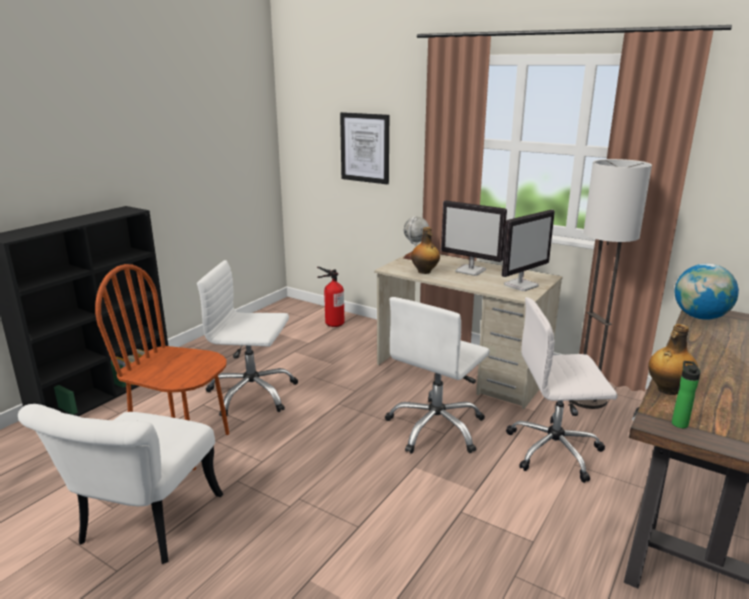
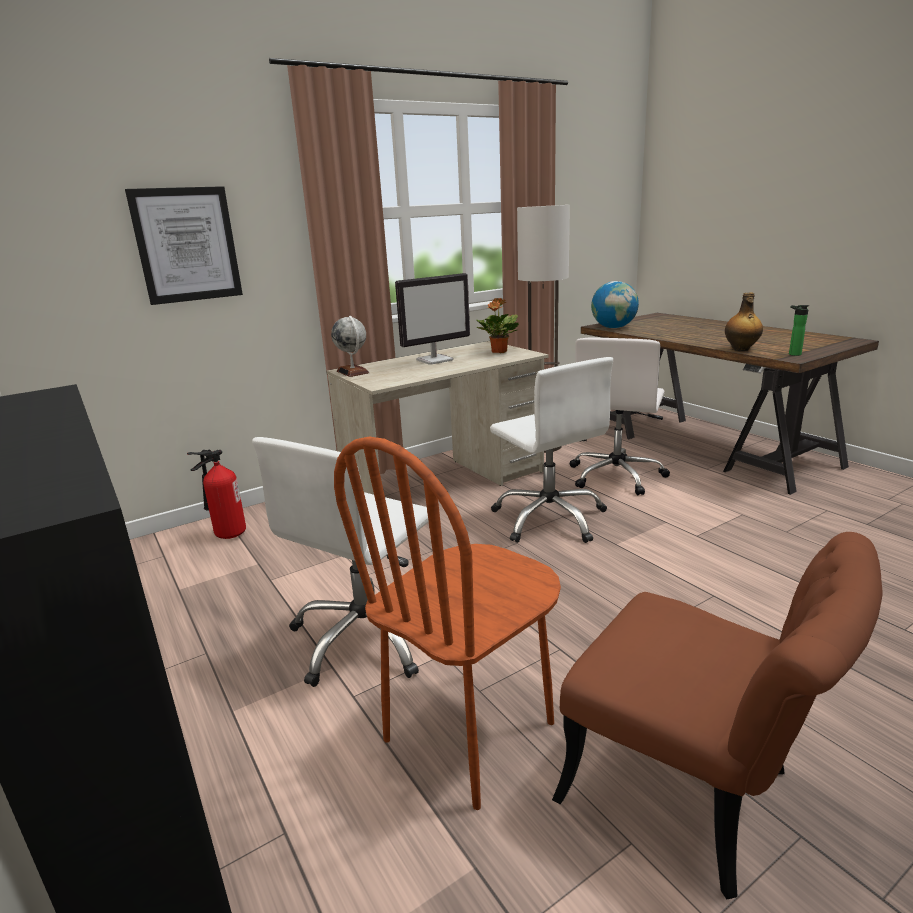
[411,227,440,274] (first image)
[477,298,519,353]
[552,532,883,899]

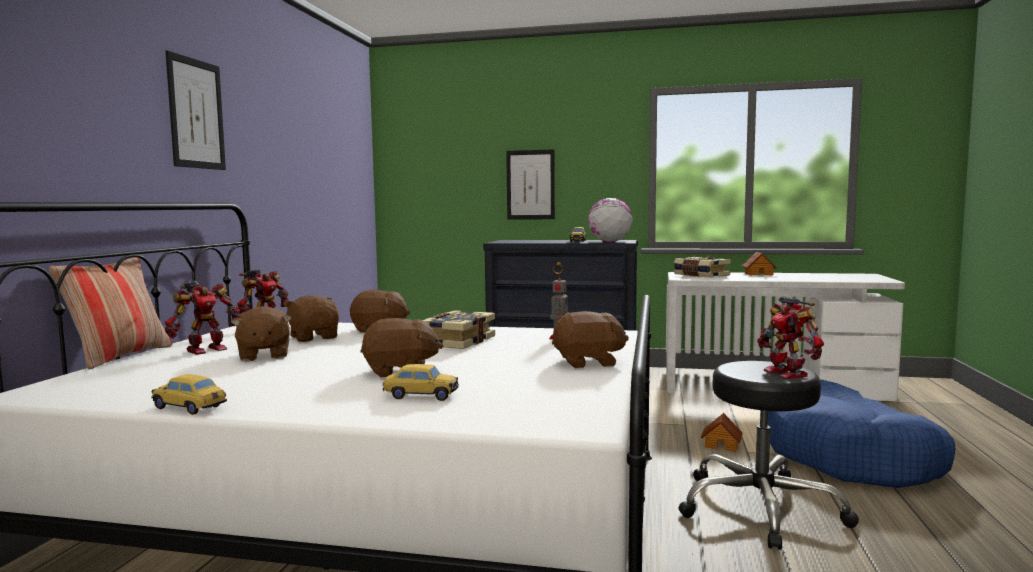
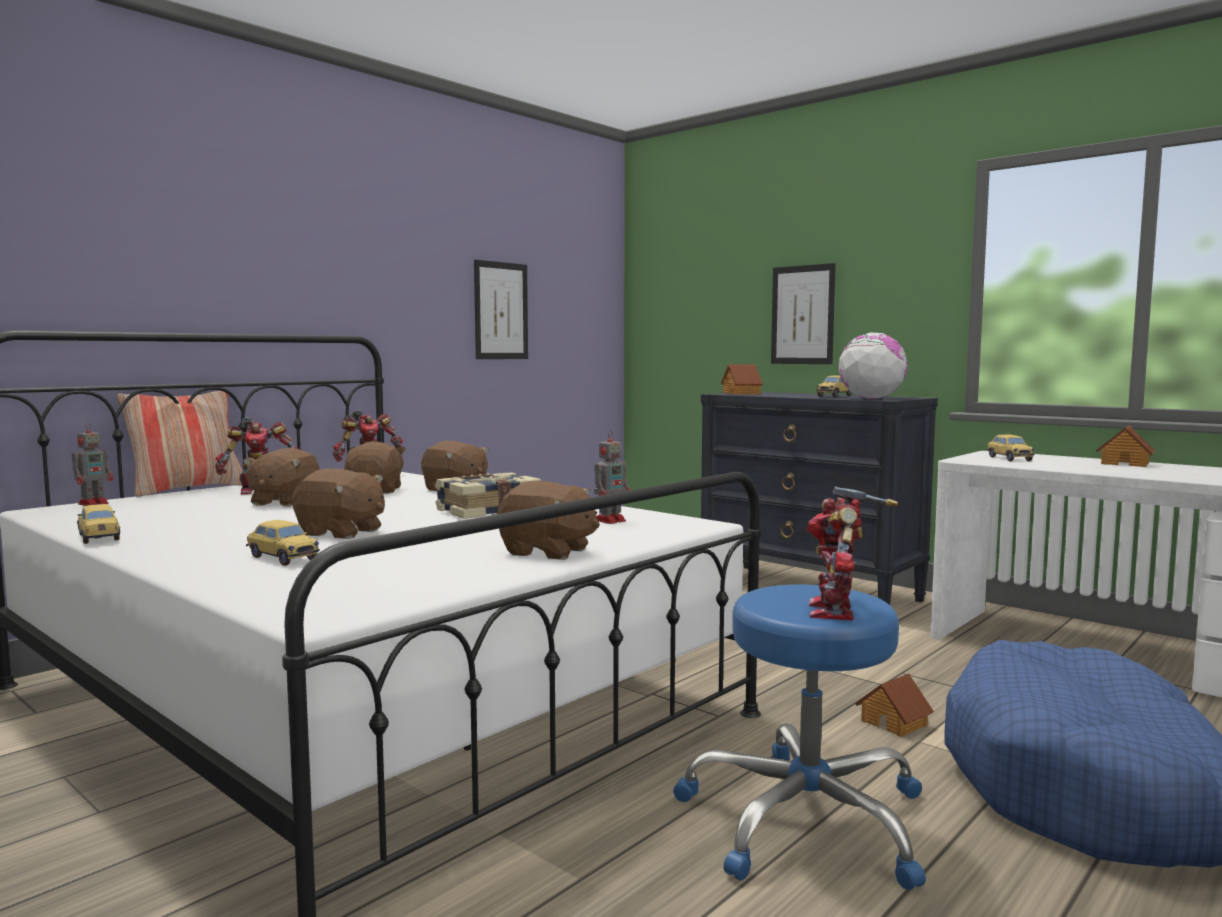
[72,423,113,506]
[721,364,763,395]
[474,260,528,359]
[986,435,1034,461]
[673,584,926,890]

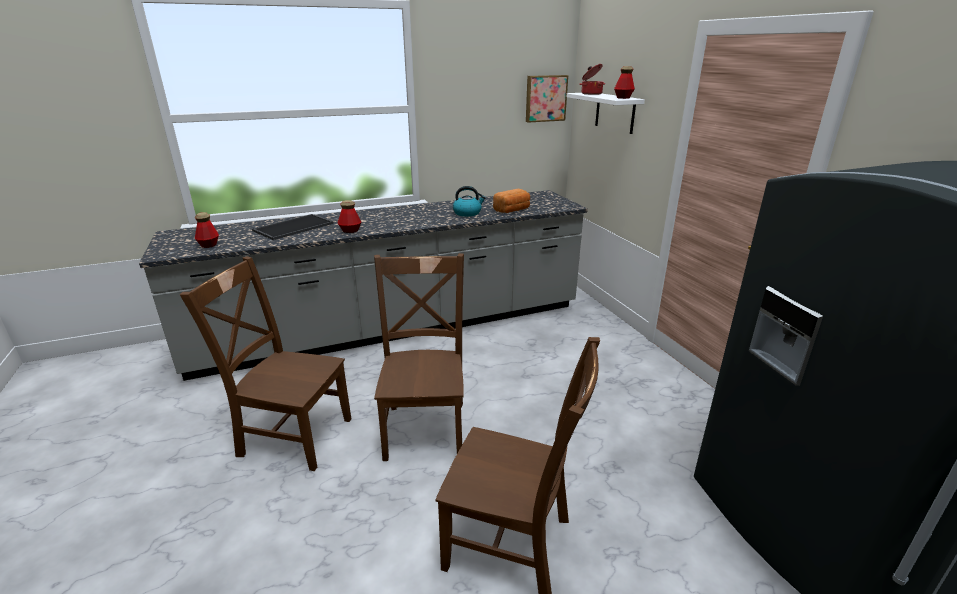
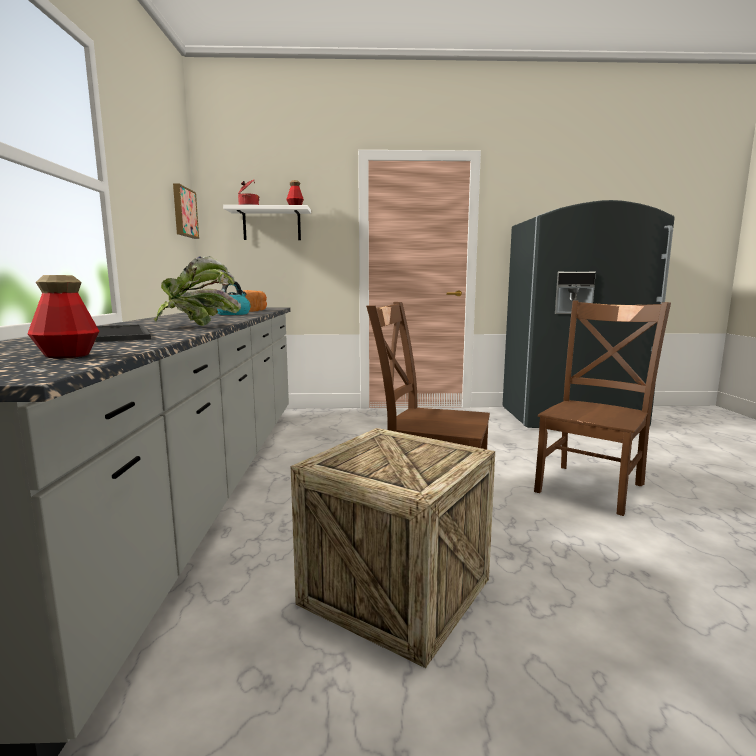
[291,428,495,668]
[154,256,241,326]

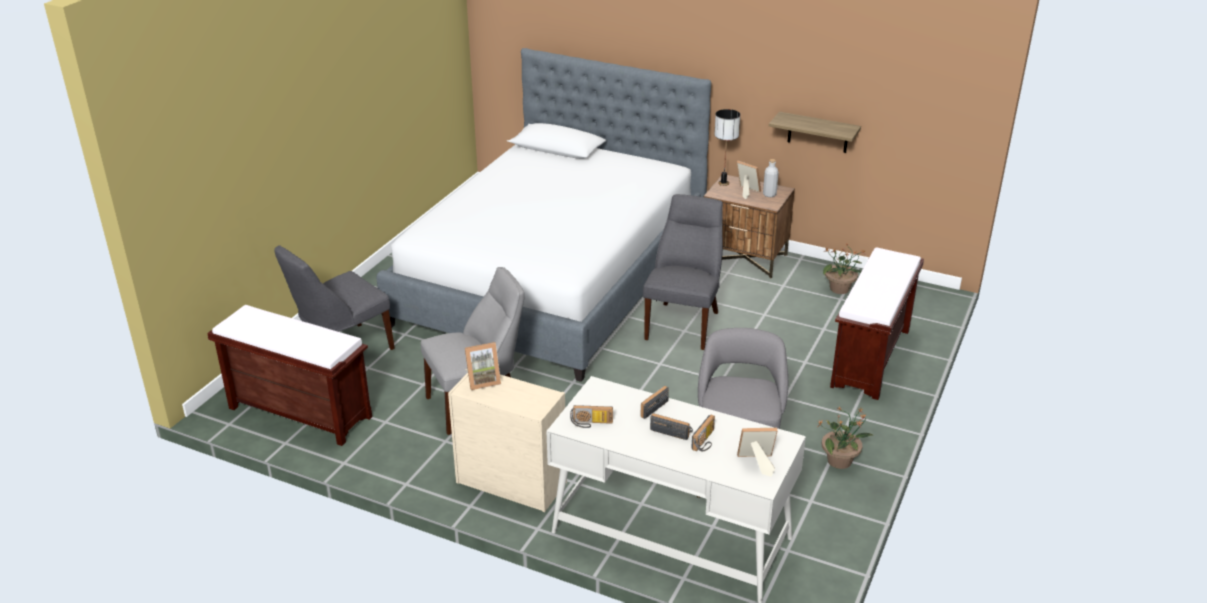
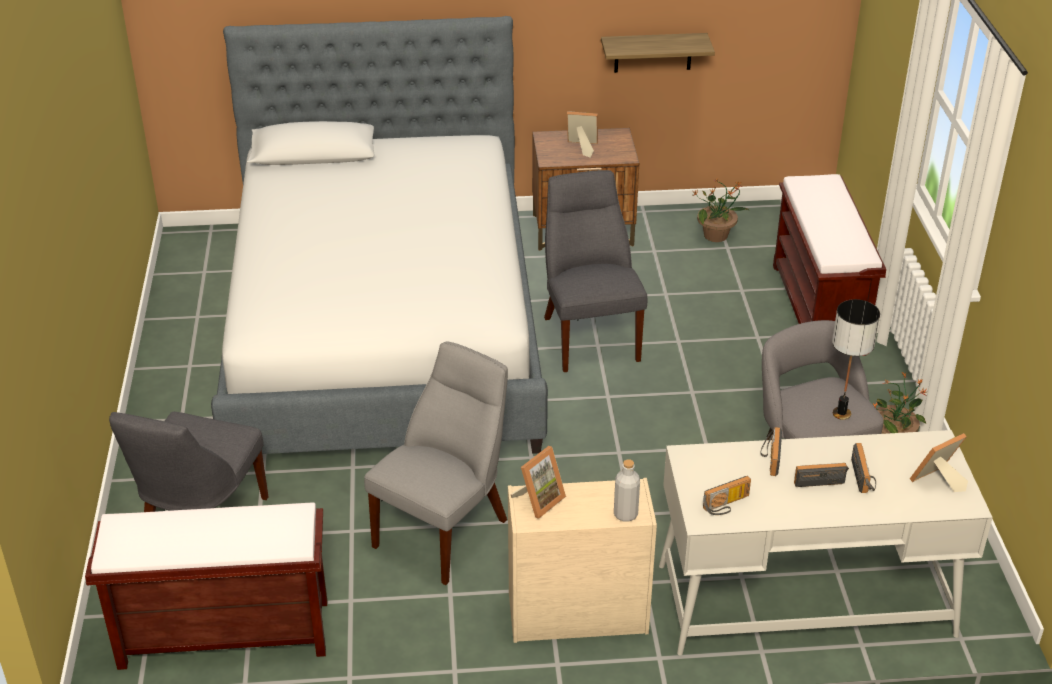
[832,299,880,420]
[614,459,640,522]

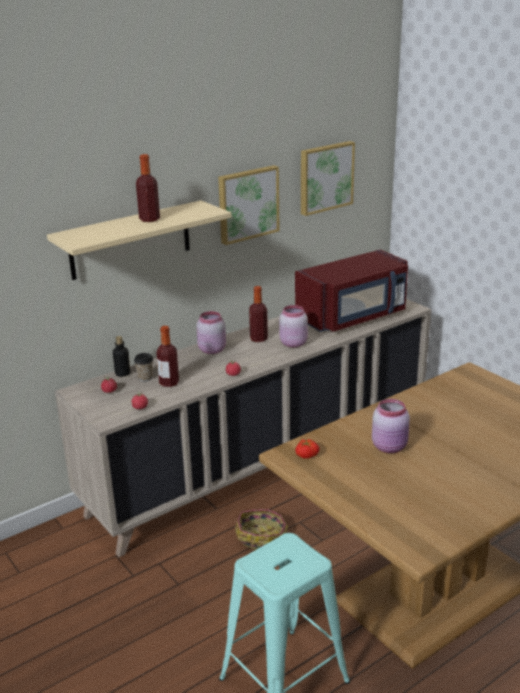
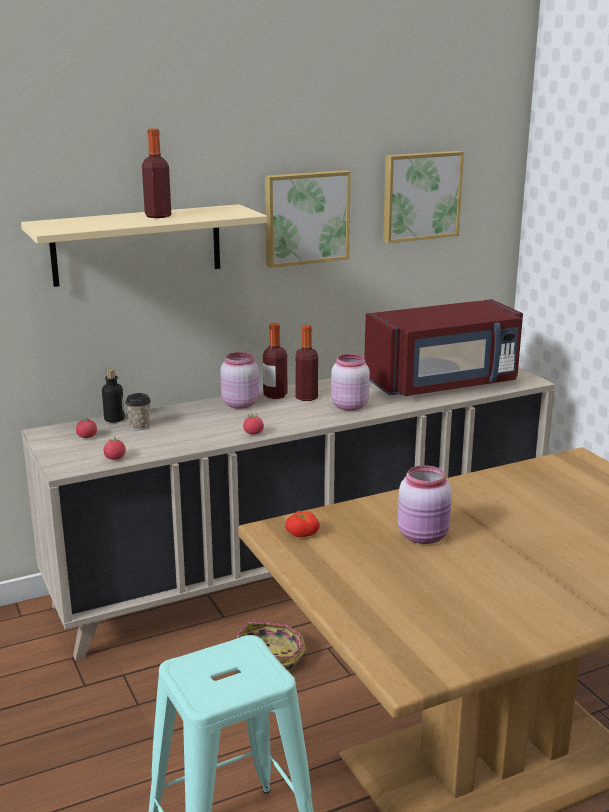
[263,323,287,399]

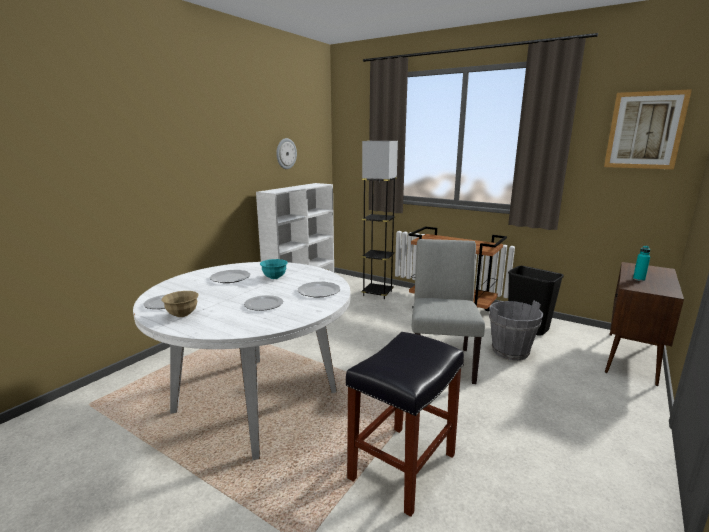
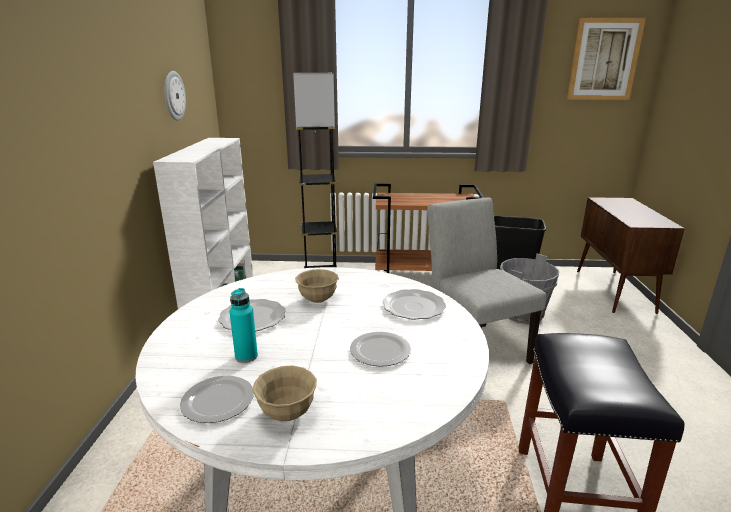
[230,288,258,363]
[295,269,339,303]

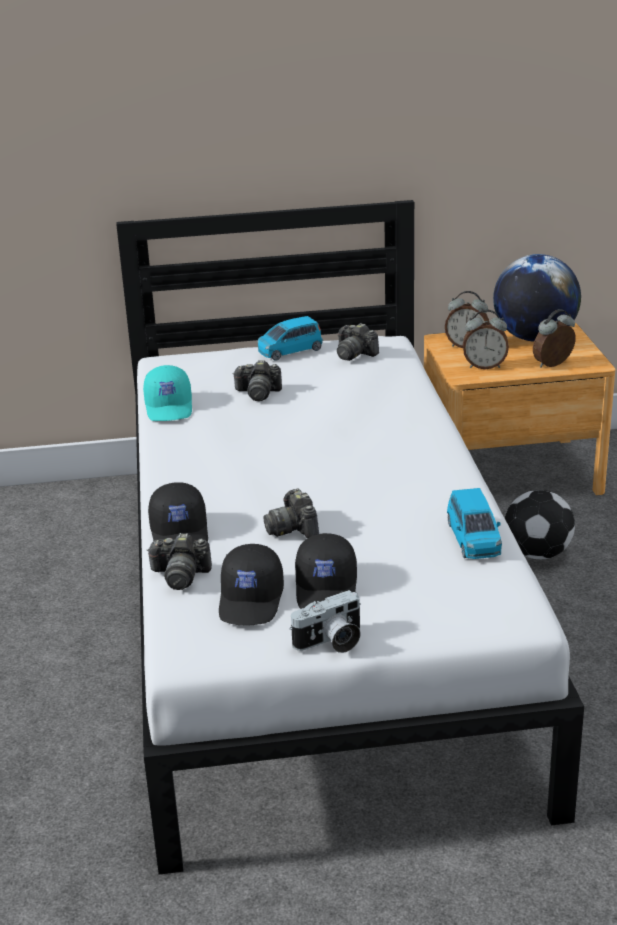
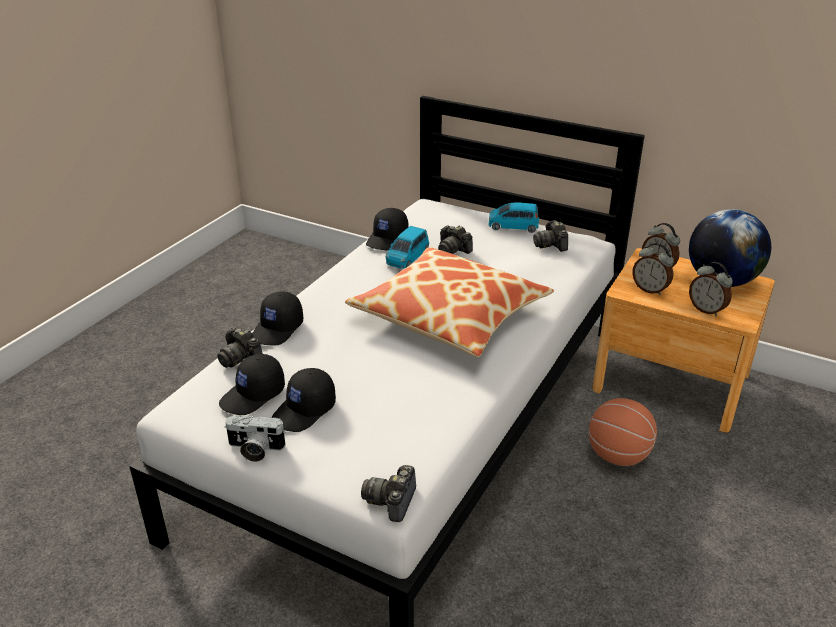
[345,247,554,357]
[361,465,416,522]
[385,226,429,269]
[589,398,657,466]
[366,208,409,250]
[689,262,733,317]

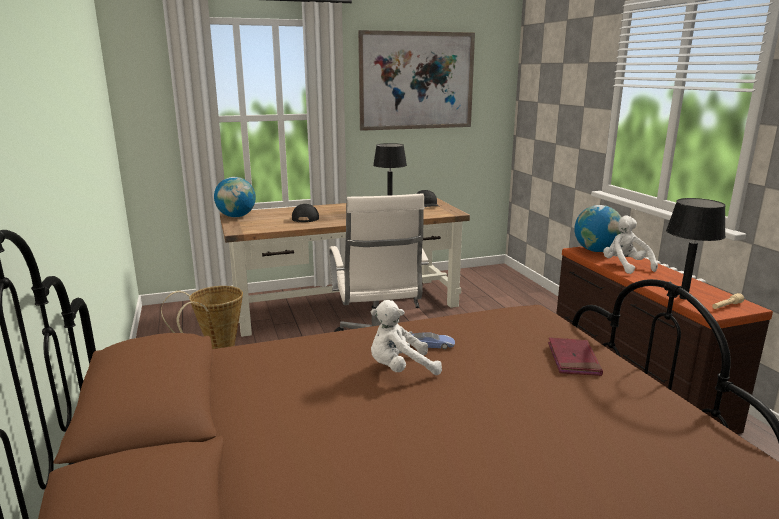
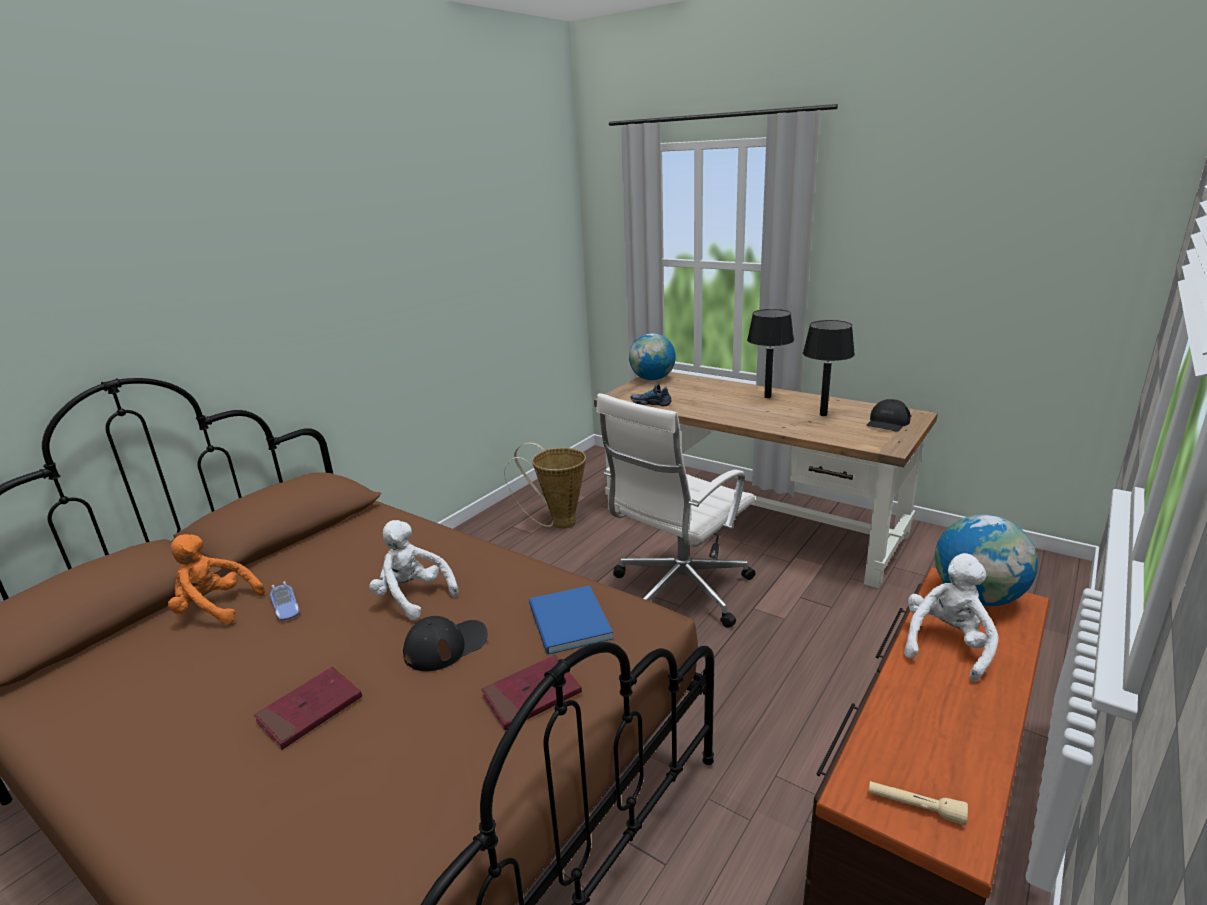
[358,30,475,131] (first image)
[168,534,265,624]
[254,667,362,750]
[529,585,613,655]
[631,384,672,406]
[403,615,488,671]
[270,581,300,621]
[747,309,794,398]

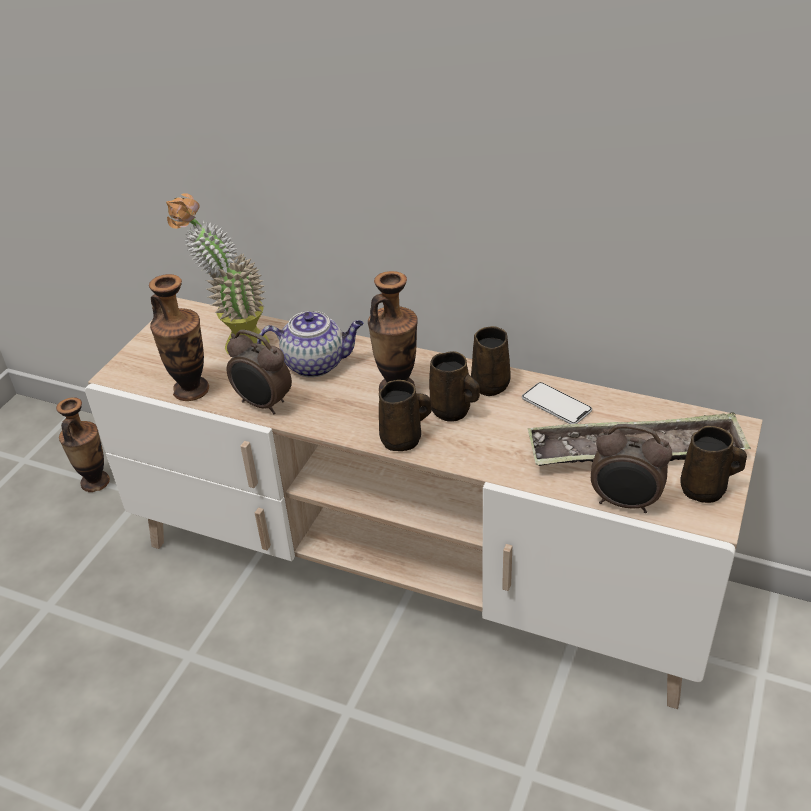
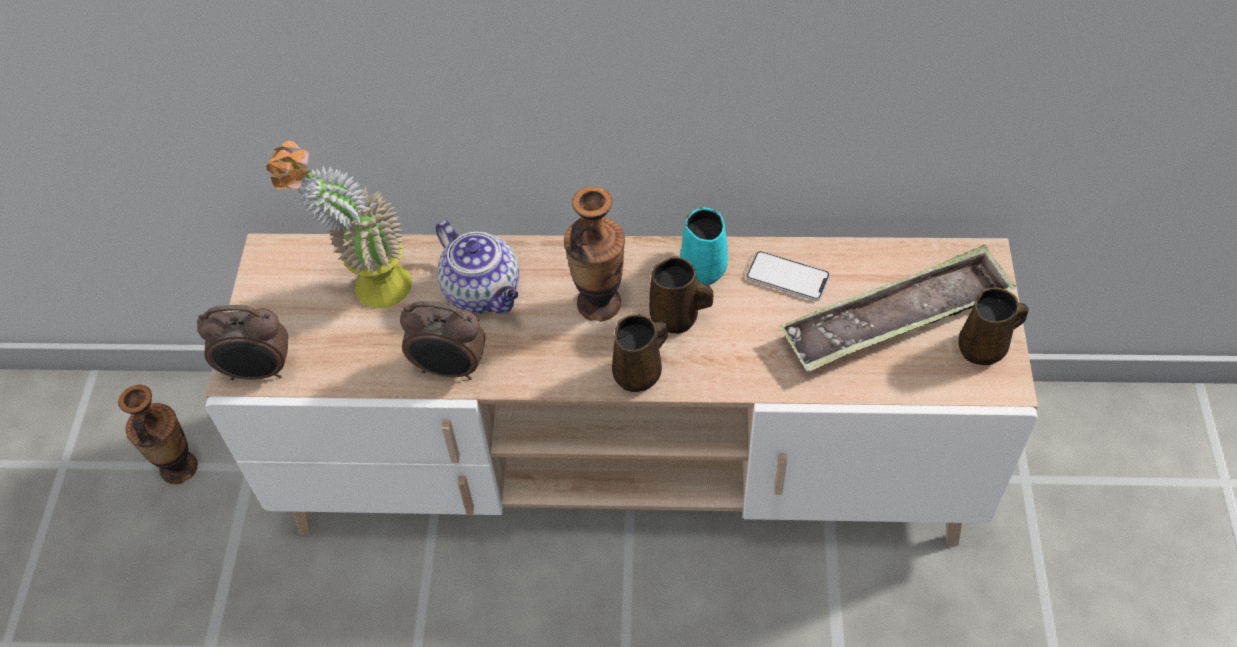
[149,274,209,401] (first image)
[197,305,288,380]
[680,207,728,285]
[436,220,519,314]

